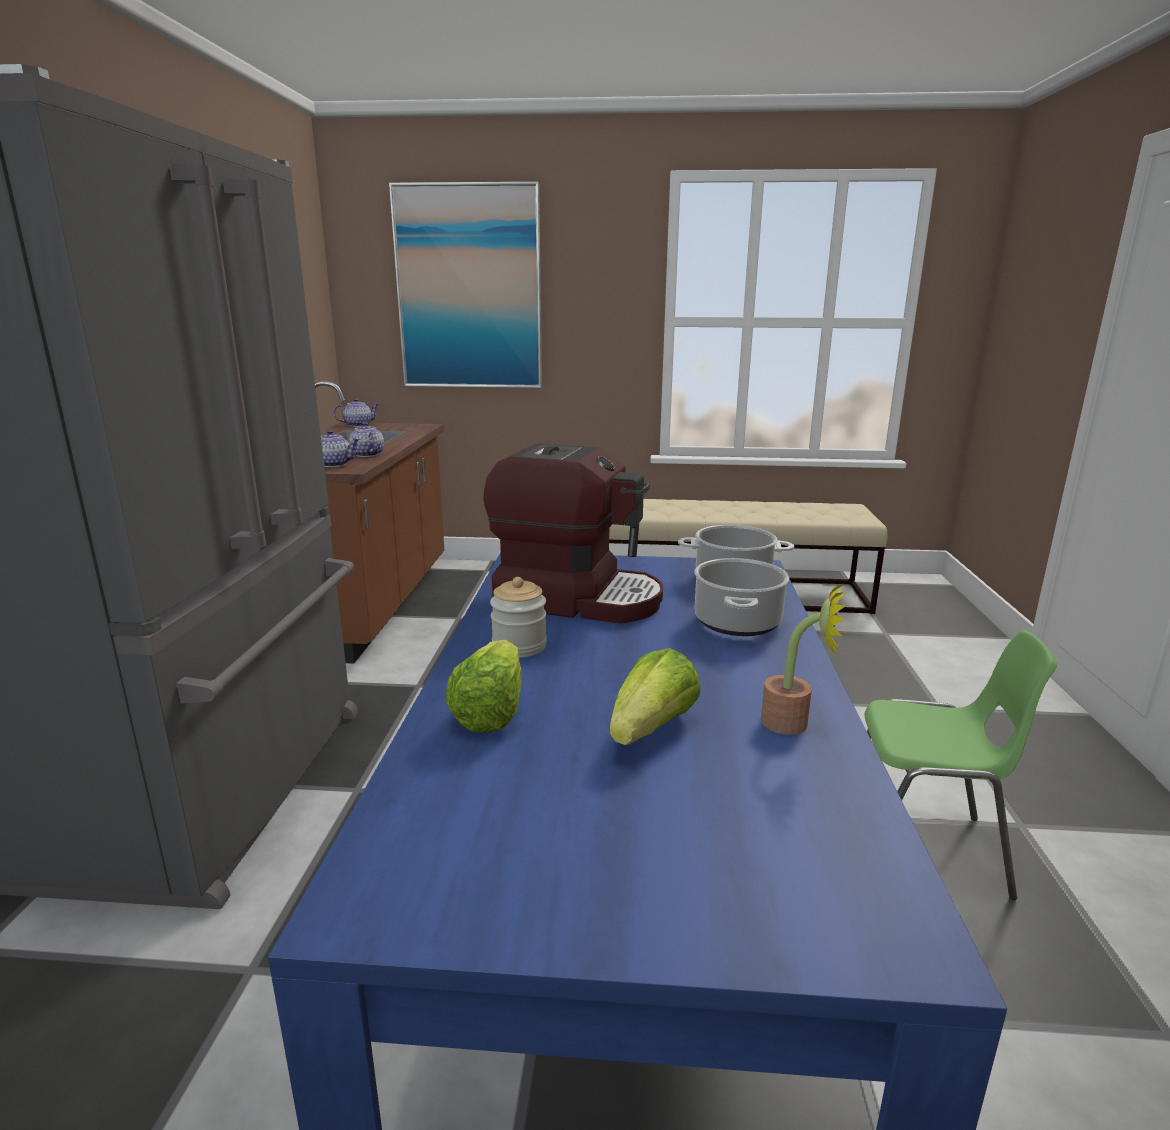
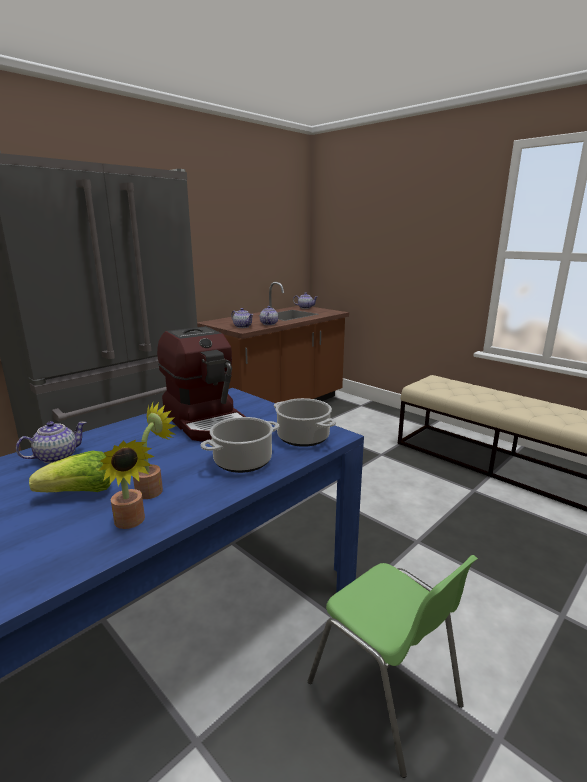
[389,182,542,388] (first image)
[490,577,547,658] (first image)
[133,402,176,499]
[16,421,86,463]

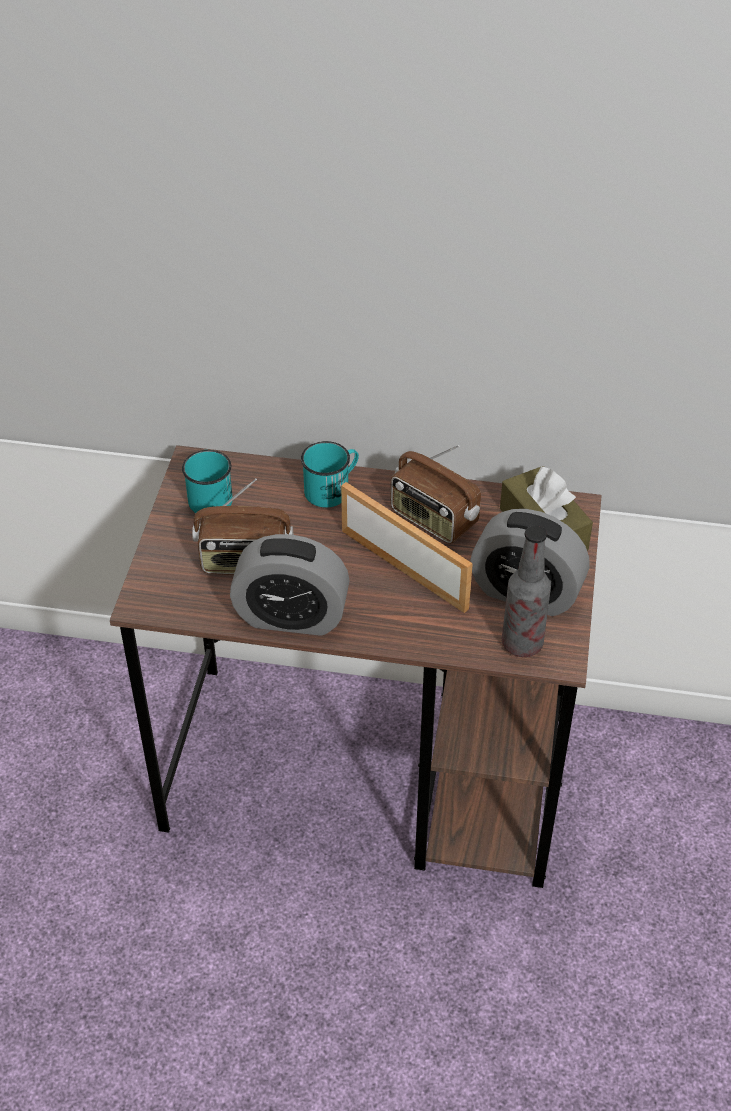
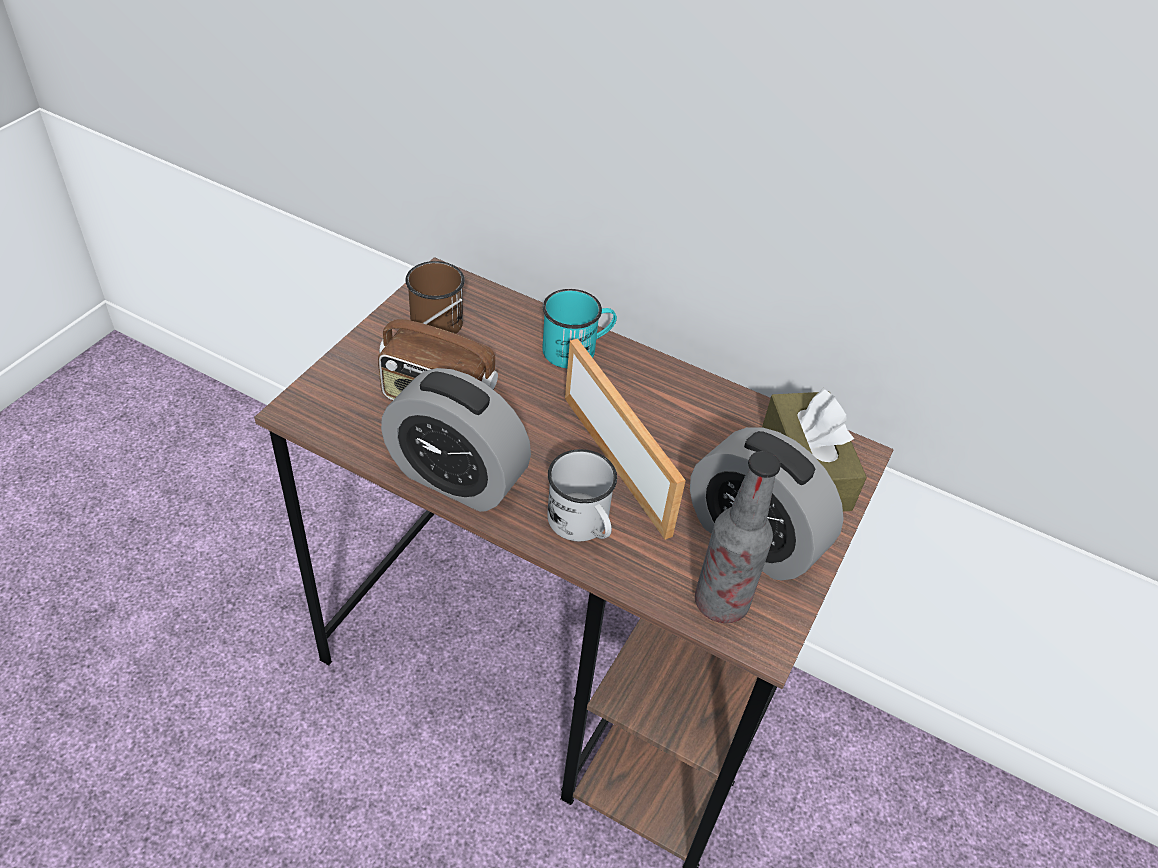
[391,445,481,544] (first image)
[547,449,617,541]
[406,261,465,334]

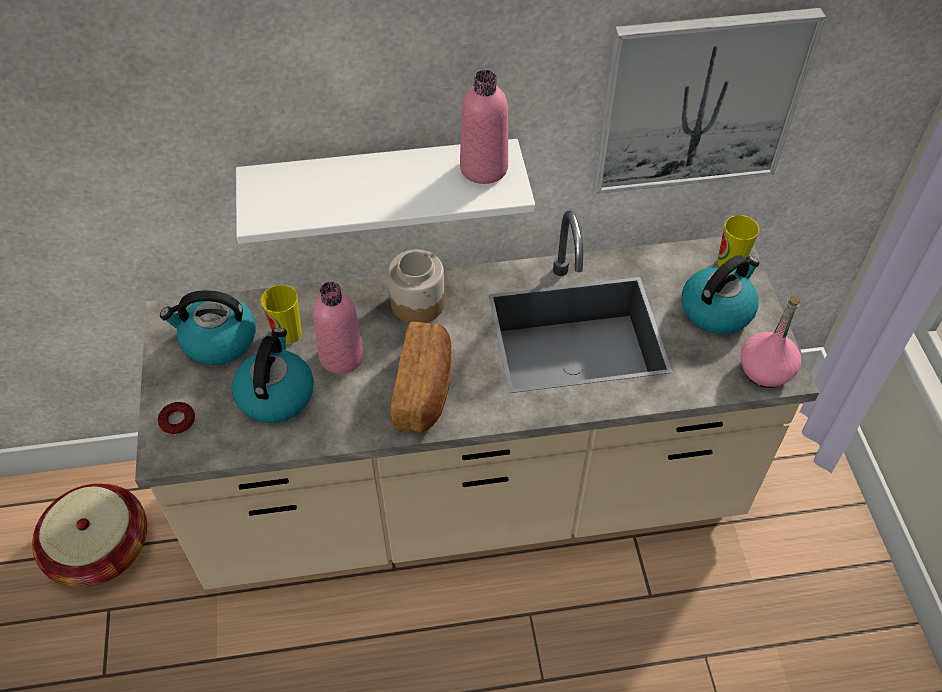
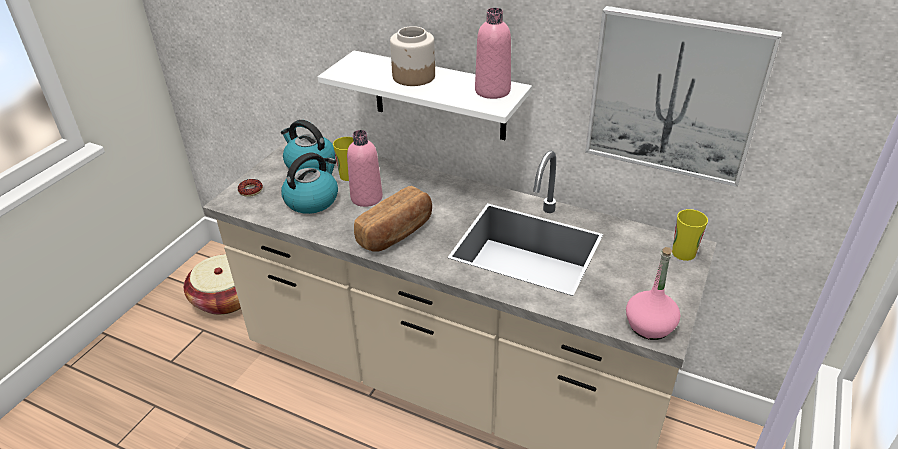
[682,256,760,334] (first image)
[390,26,435,86]

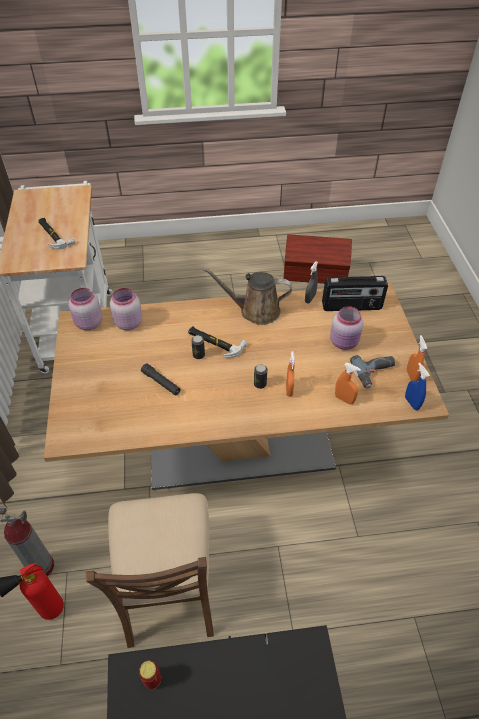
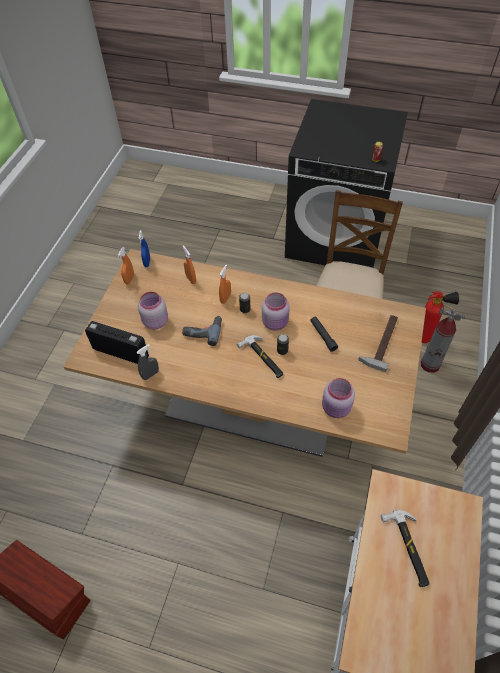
[203,268,292,325] (first image)
[358,315,398,372]
[262,292,290,331]
[182,316,222,346]

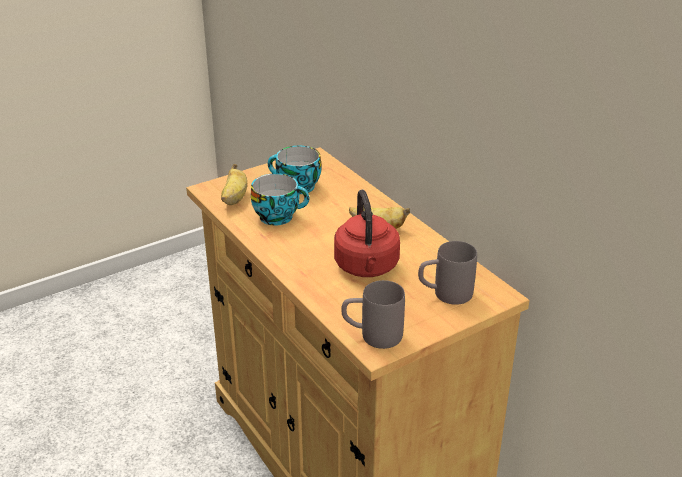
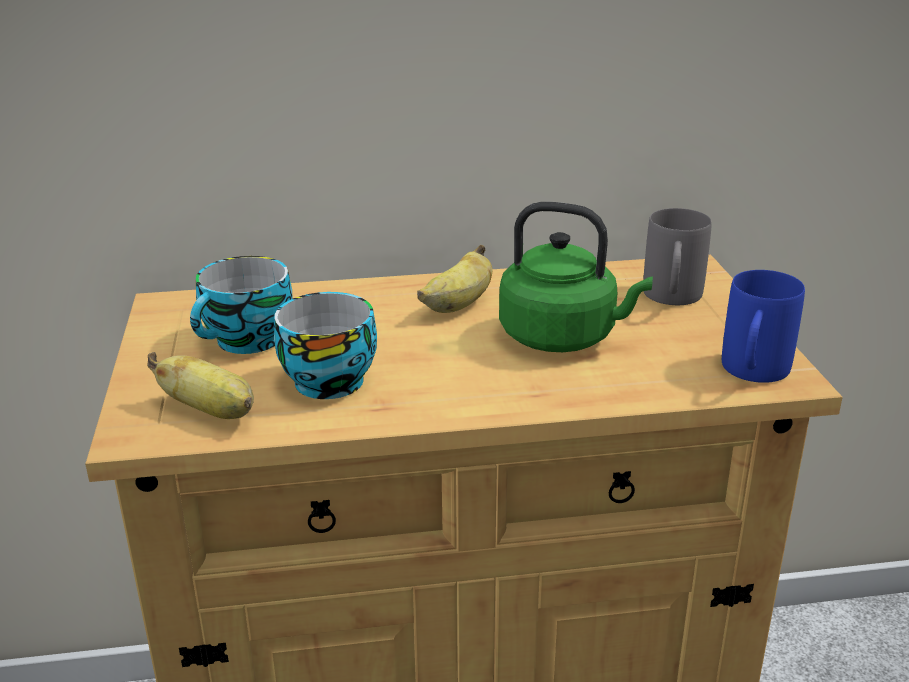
[499,202,653,352]
[722,270,805,383]

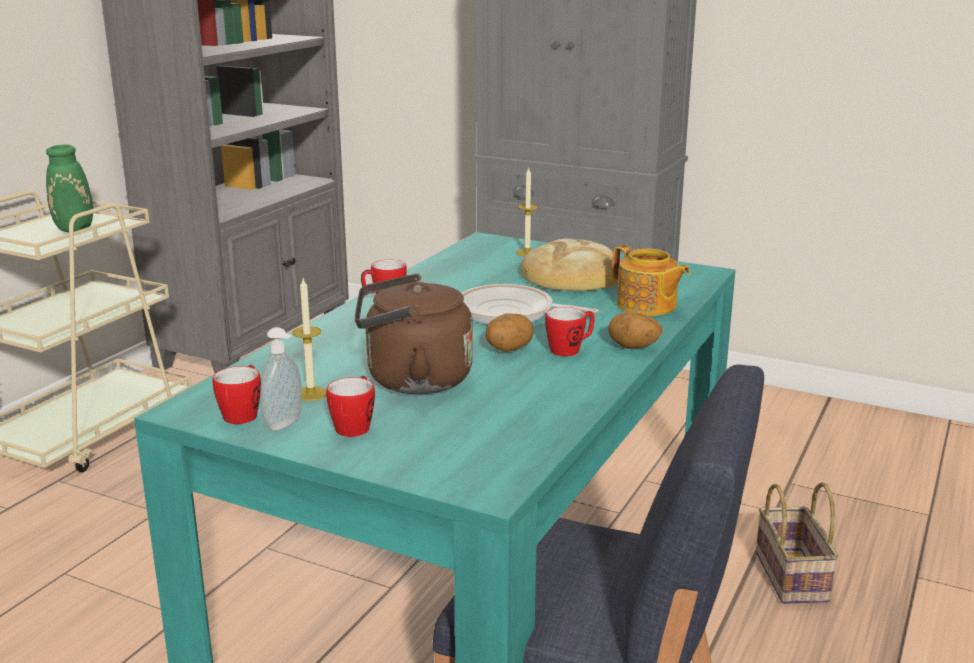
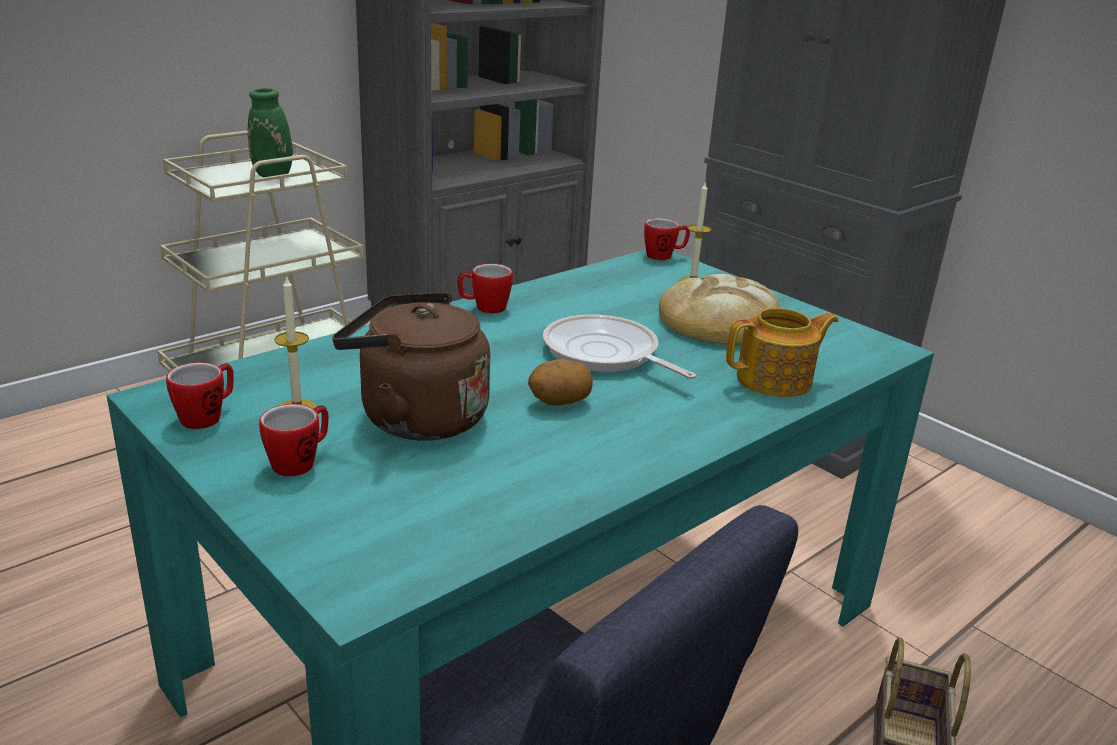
[260,327,302,430] (first image)
[608,312,663,349] (first image)
[644,218,690,260]
[726,308,838,397]

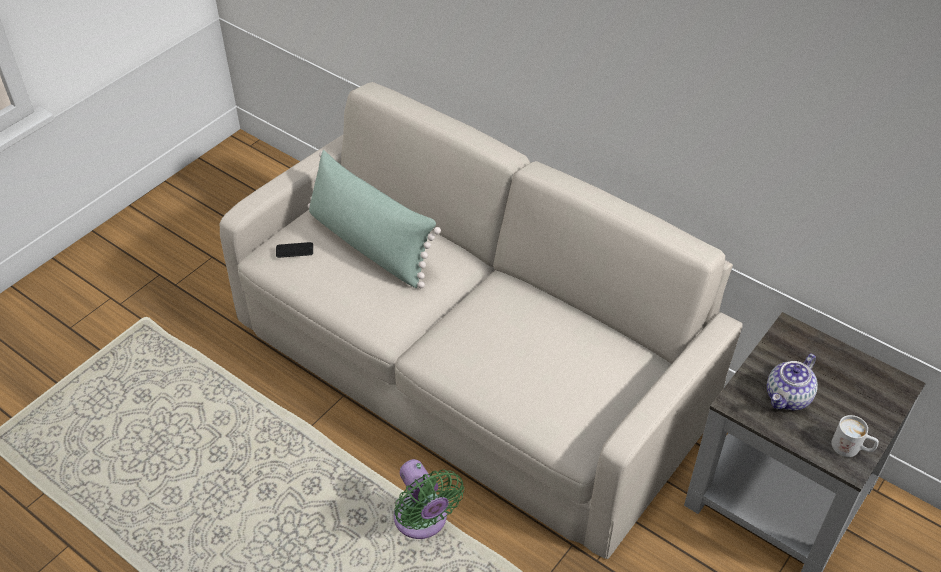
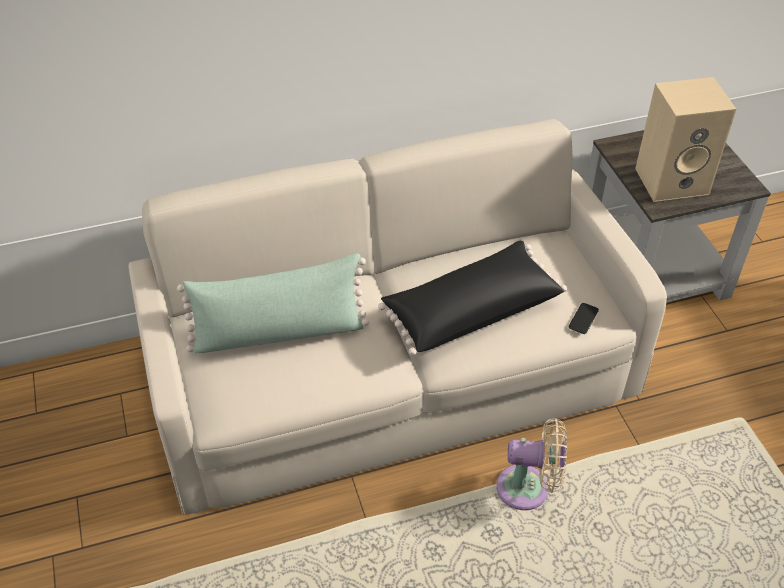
[831,415,879,457] (first image)
[378,241,567,355]
[568,303,599,334]
[635,77,736,202]
[496,418,567,510]

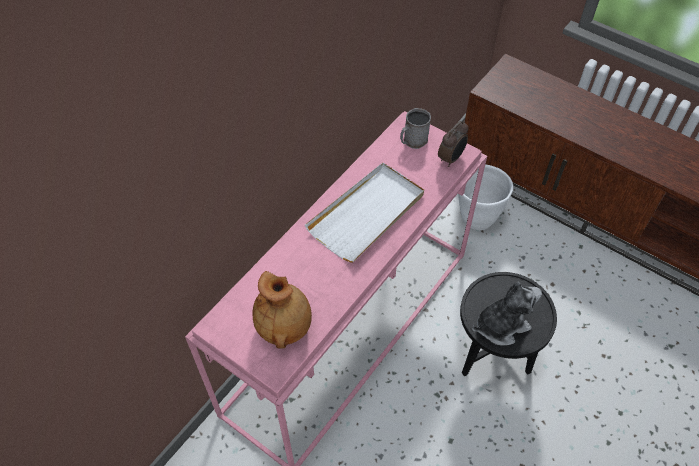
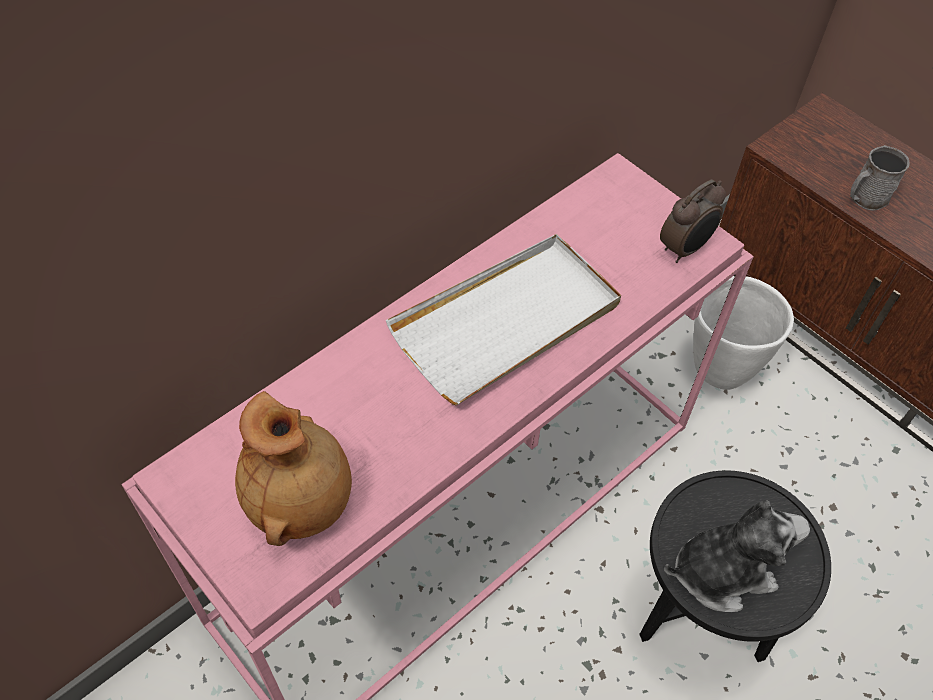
[850,145,910,211]

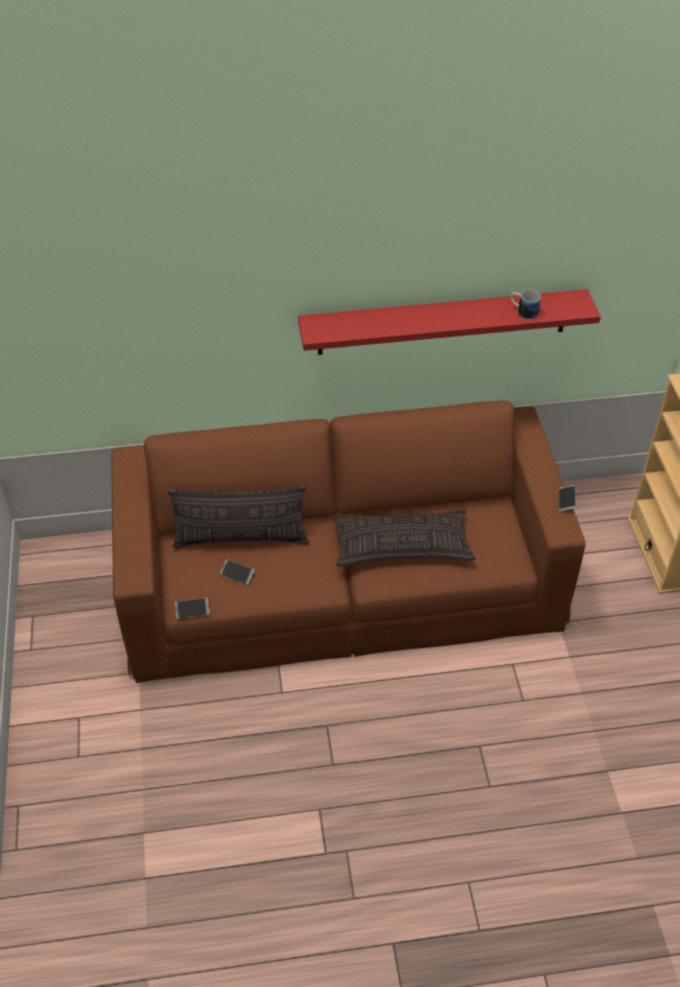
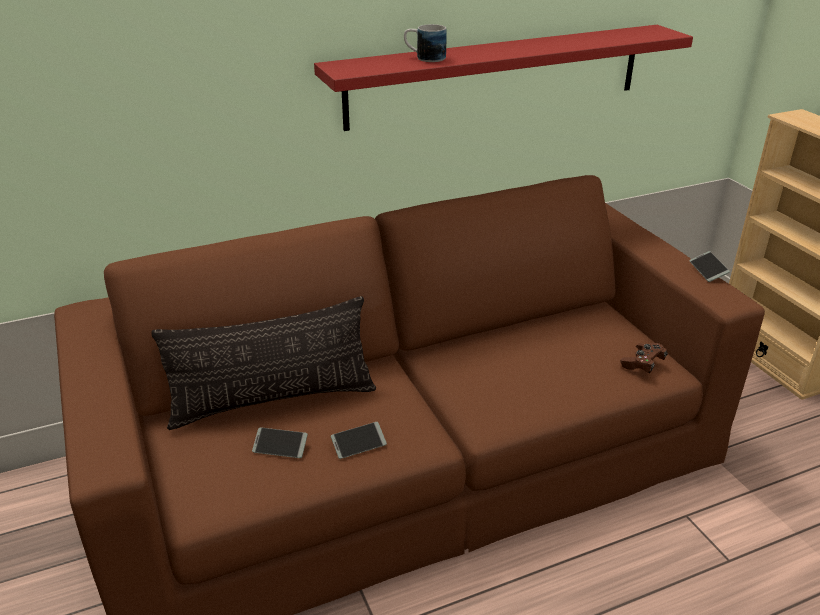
[334,509,476,567] (first image)
[620,343,668,373]
[331,422,387,459]
[404,24,447,62]

